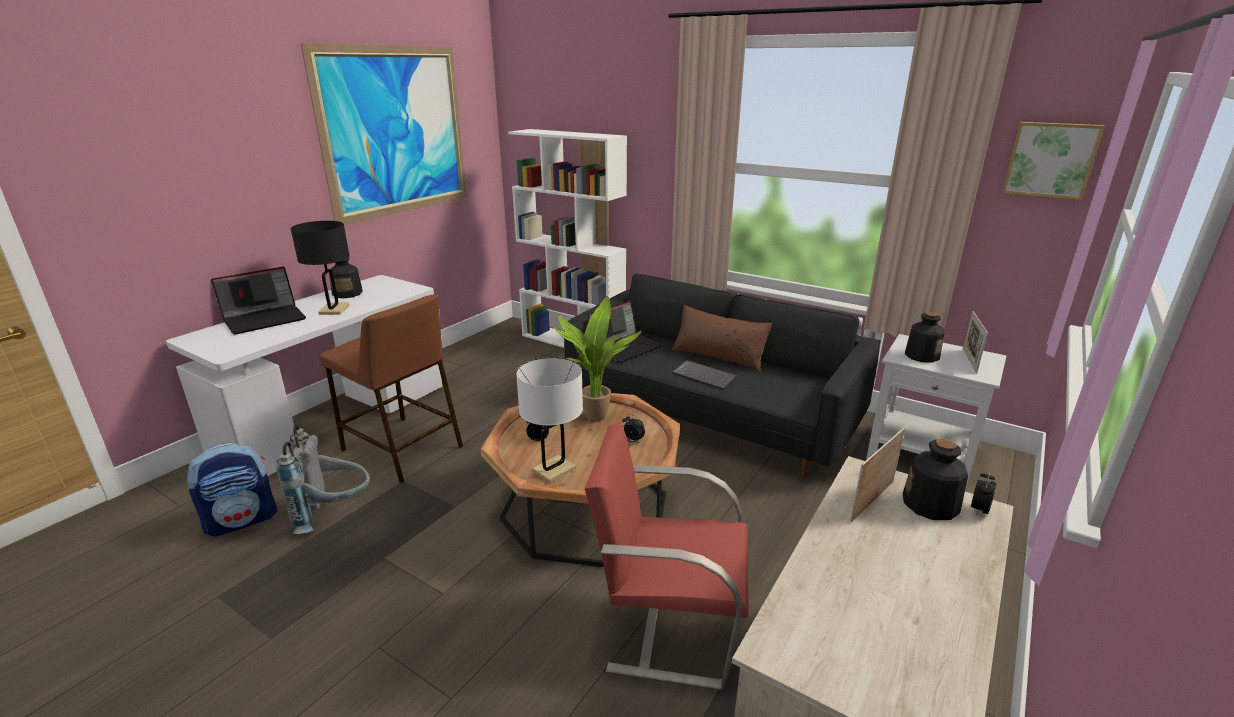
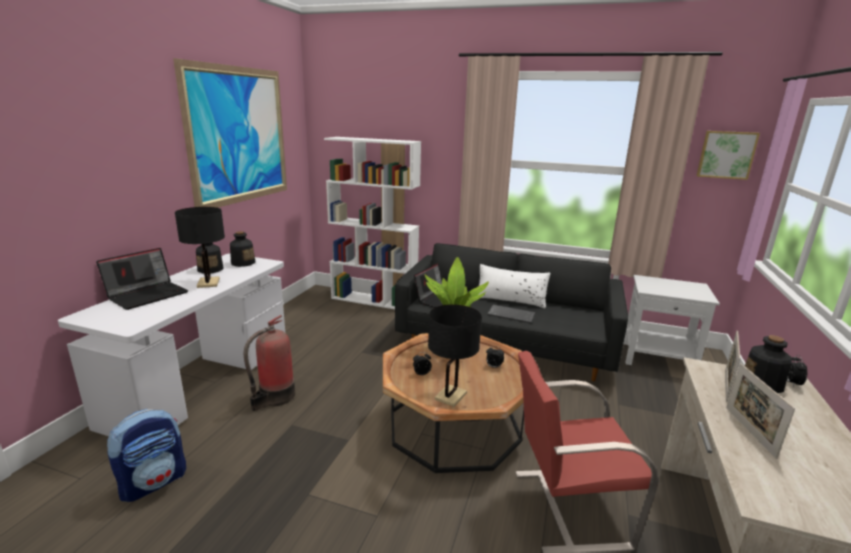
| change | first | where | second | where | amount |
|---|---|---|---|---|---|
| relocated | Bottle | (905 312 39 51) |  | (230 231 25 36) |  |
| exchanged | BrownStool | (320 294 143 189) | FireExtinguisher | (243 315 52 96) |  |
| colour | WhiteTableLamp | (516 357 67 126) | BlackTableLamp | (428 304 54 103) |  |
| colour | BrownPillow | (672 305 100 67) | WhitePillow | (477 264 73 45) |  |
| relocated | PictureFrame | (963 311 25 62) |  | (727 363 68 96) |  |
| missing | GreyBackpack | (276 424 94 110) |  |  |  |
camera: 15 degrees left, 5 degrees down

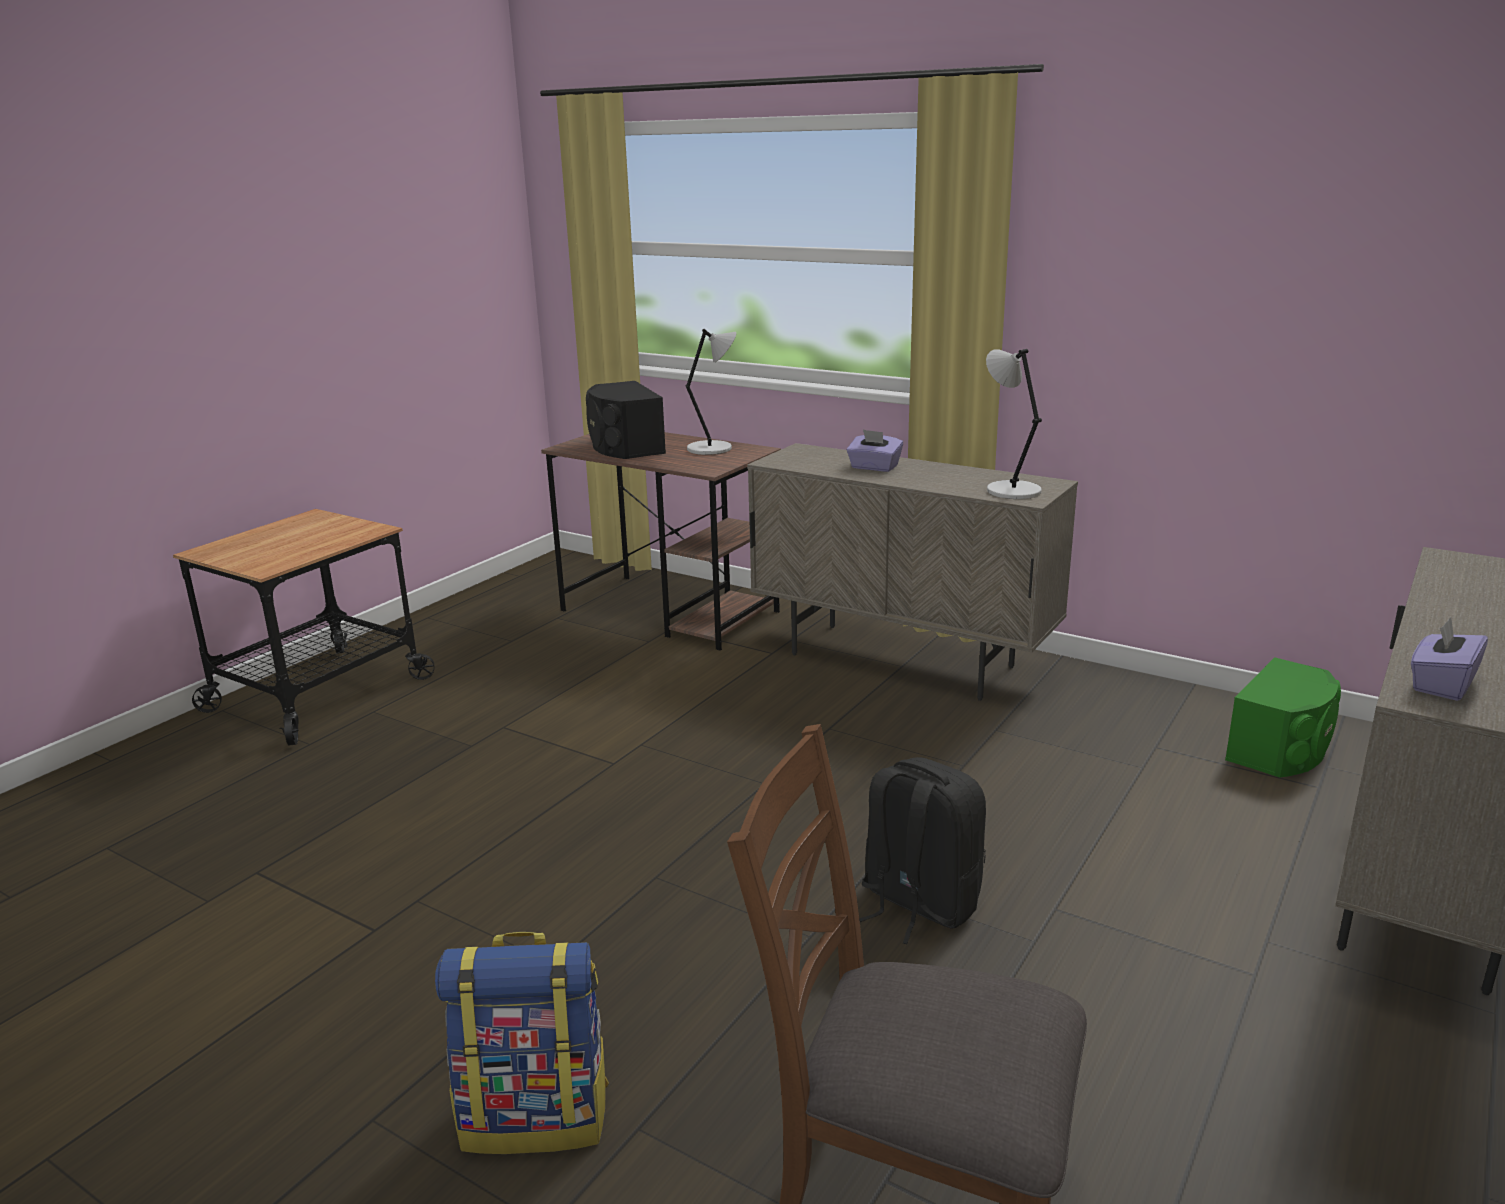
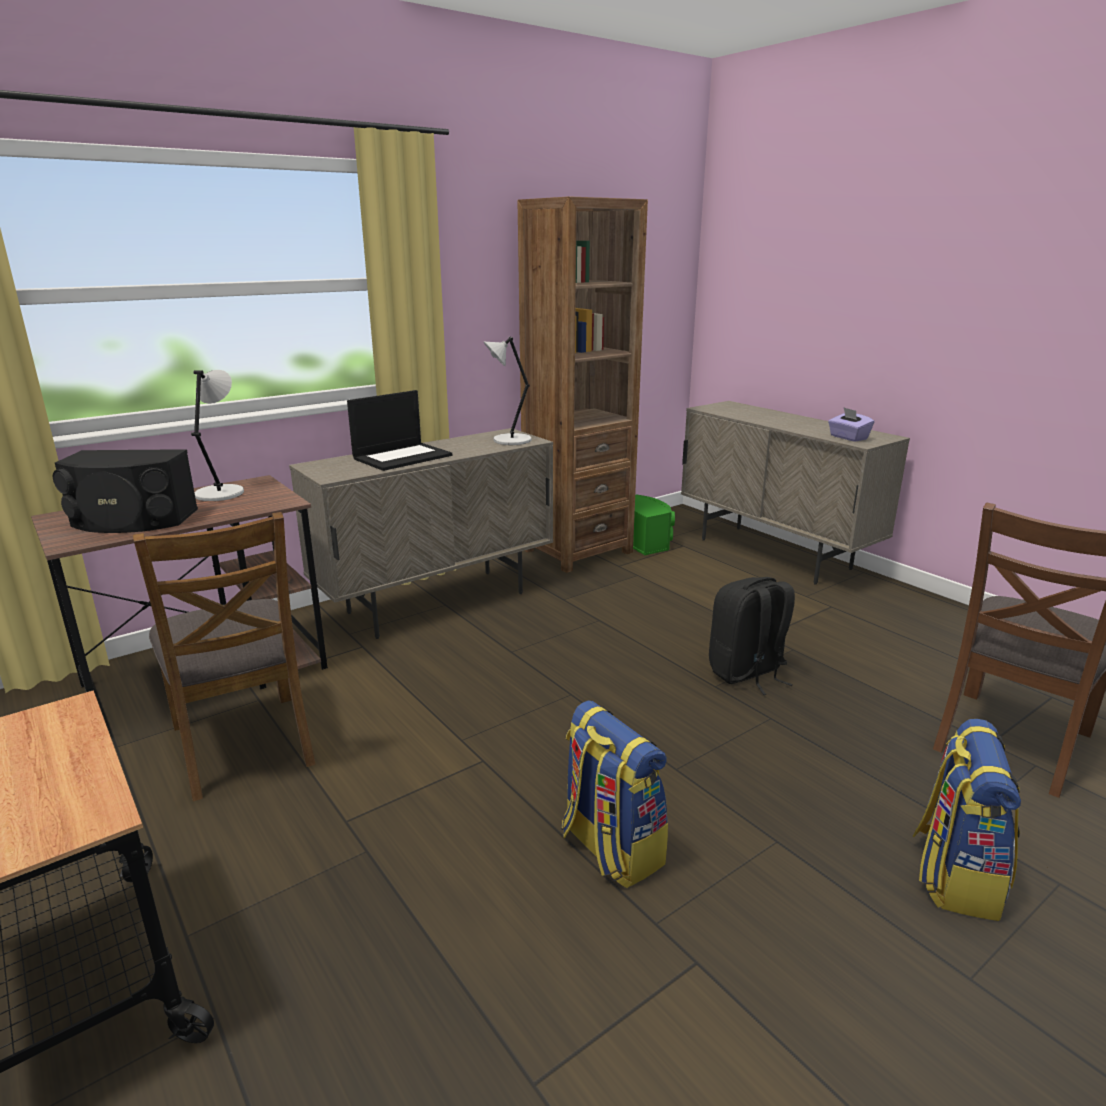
| change | first | where | second | where | amount |
|---|---|---|---|---|---|
| appeared |  |  | BrownChair | (133 512 182 289) |  |
| exchanged | PurpleTissueBox | (847 430 56 42) | Laptop | (347 390 105 81) |  |
| appeared |  |  | BrownBookcase | (517 196 131 377) |  |
| appeared |  |  | Backpack | (561 700 107 188) |  |
camera: 70 degrees left, 0 degrees up

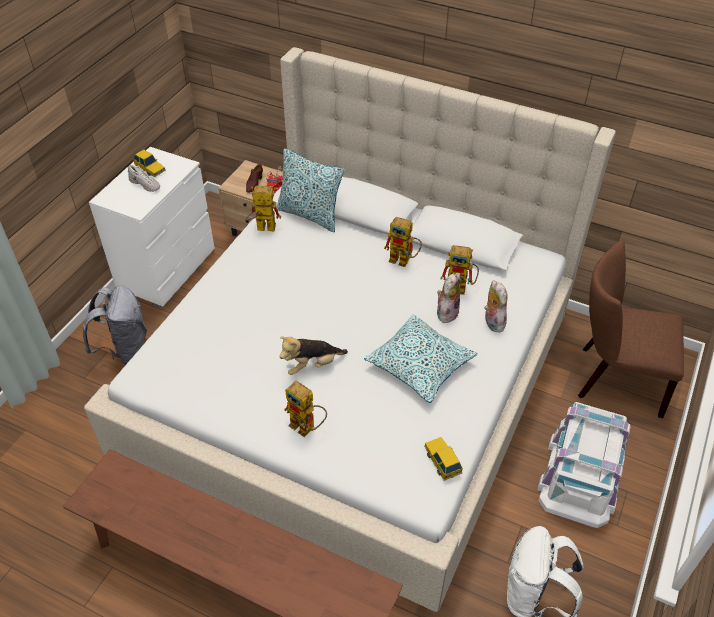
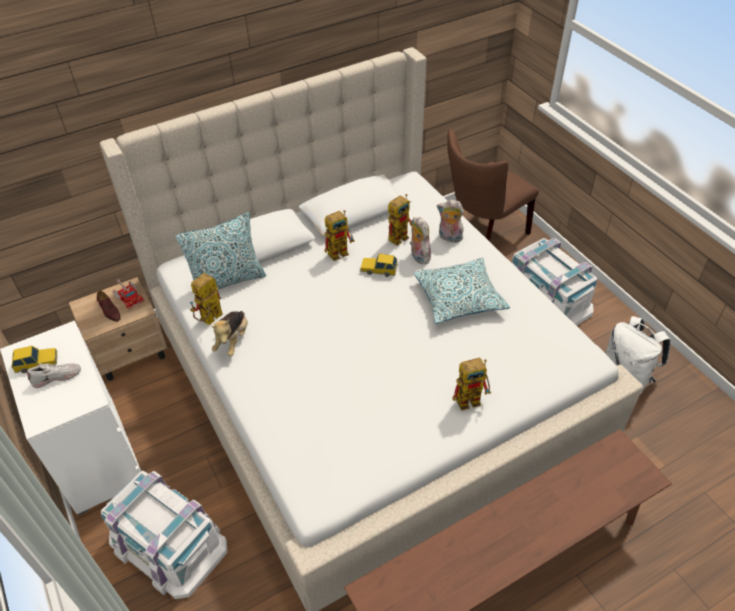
| change | first | where | second | where | amount |
|---|---|---|---|---|---|
| exchanged | GreyBackpack | (83 285 64 79) | WhiteStorageBox | (101 471 126 128) |  |
| relocated | PlushToy | (279 336 69 39) |  | (211 311 37 45) |  |
| relocated | ToyCar | (424 437 39 44) |  | (360 253 37 24) |  |
camera: 55 degrees left, 0 degrees up

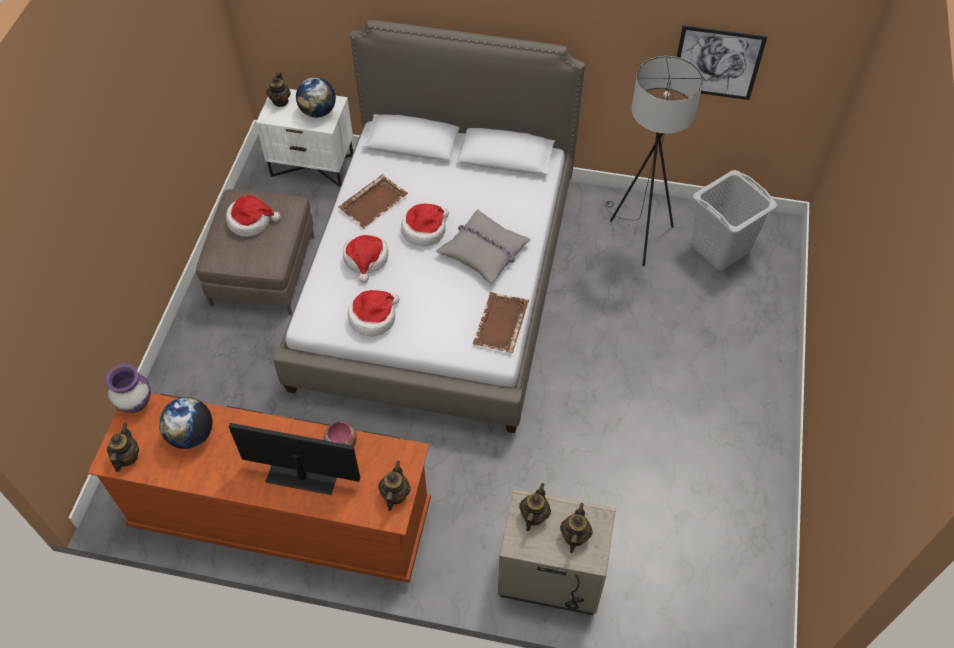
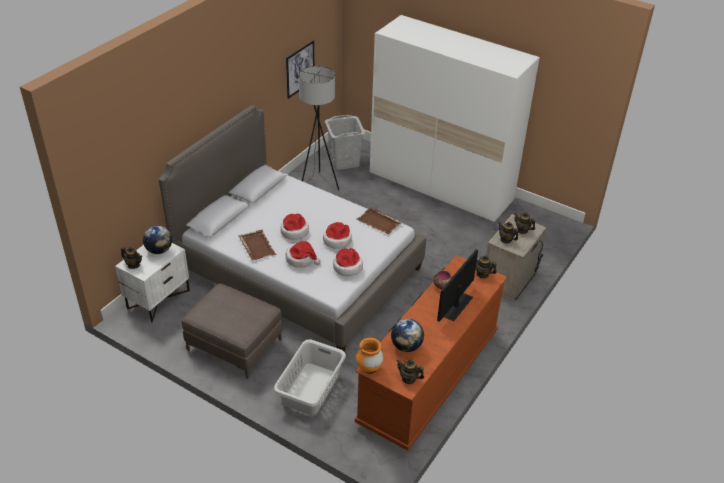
| change | first | where | second | where | amount |
|---|---|---|---|---|---|
| appeared |  |  | GreyLaundryBasket | (274 339 72 76) |  |
| relocated | Hat | (226 195 55 42) |  | (323 222 29 27) |  |
| colour | PurpleVase | (105 364 46 49) | OrangeVase | (356 338 27 36) |  |
| appeared |  |  | WhiteWardrobe | (370 15 170 207) |  |
| missing | GreyPillow | (436 209 95 76) |  |  |  |
camera: 70 degrees left, 15 degrees down

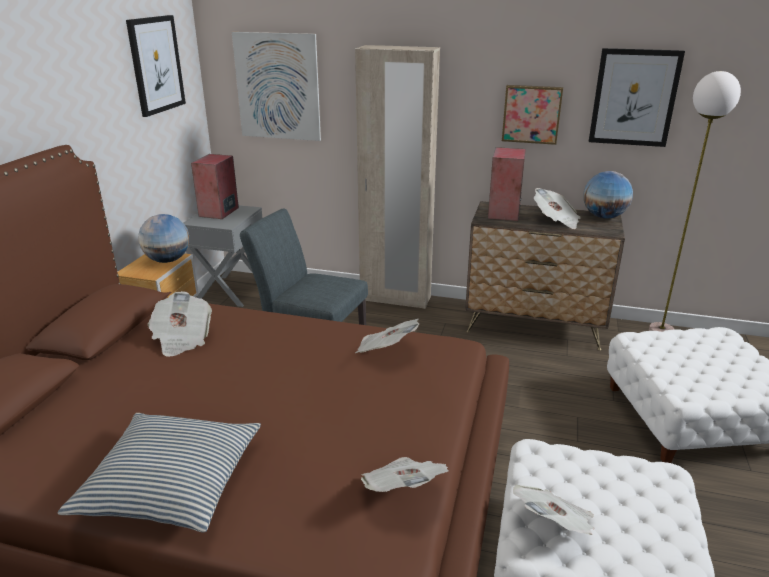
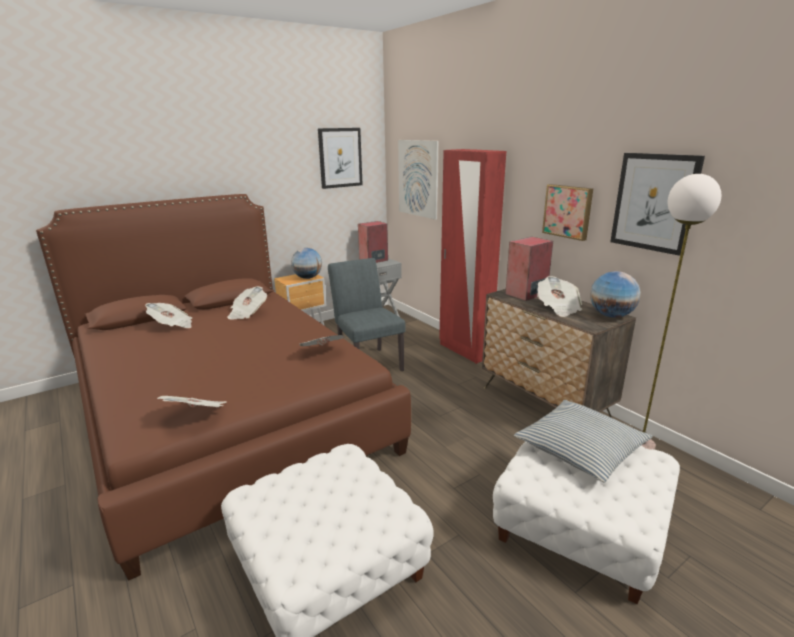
| change | first | where | second | where | amount |
|---|---|---|---|---|---|
| relocated | Newspaper | (513 485 82 50) |  | (145 303 47 25) |  |
| colour | BeigeWardrobe | (355 45 85 264) | RedWardrobe | (439 149 67 215) |  |
| relocated | Pillow | (58 413 203 119) |  | (514 400 139 83) |  |
camera: 40 degrees right, 5 degrees down

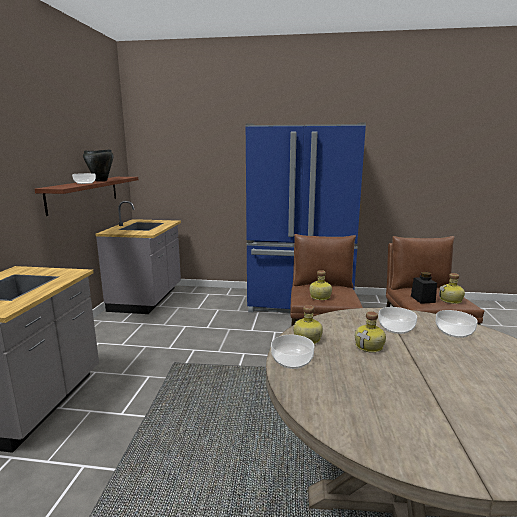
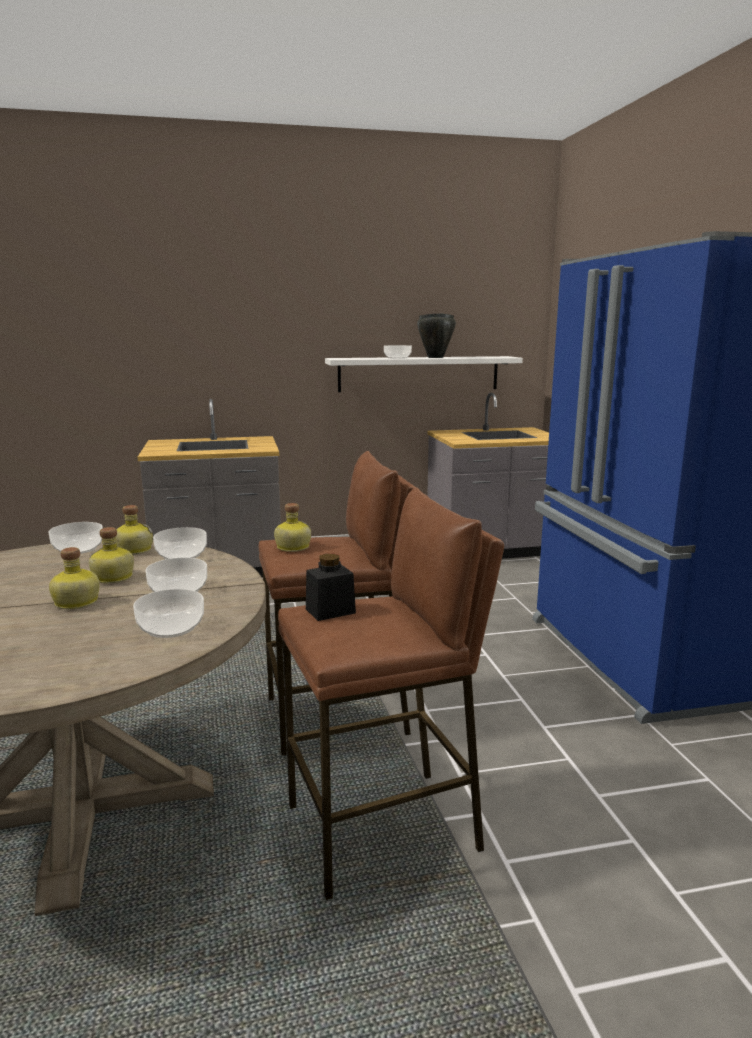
| change | first | where | second | where | amount |
|---|---|---|---|---|---|
| relocated | Bottle | (439 273 26 31) |  | (49 547 51 62) |  |
| appeared |  |  | Bowl | (153 527 54 32) |  |
| colour | BrownShelf | (35 177 103 39) | WhiteShelf | (325 356 198 36) |  |
camera: 70 degrees right, 0 degrees up

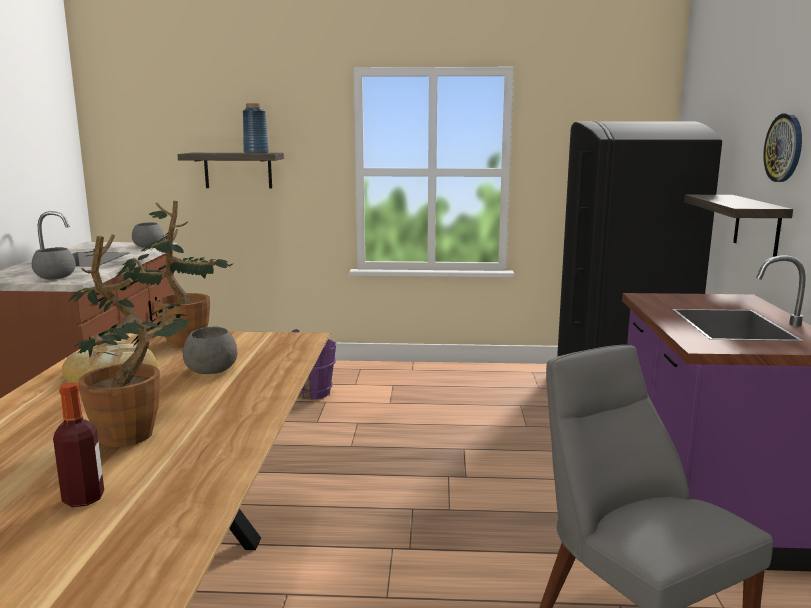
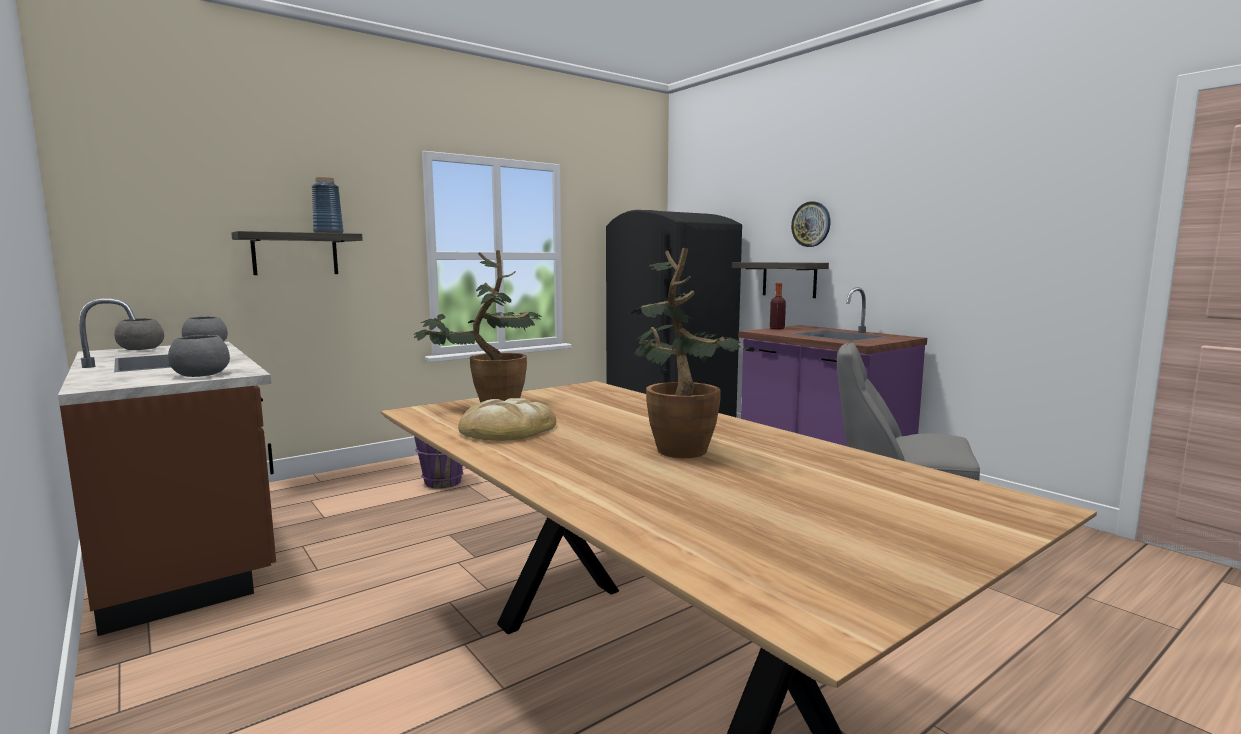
| change | first | where | second | where | amount |
|---|---|---|---|---|---|
| relocated | GreyBowl | (183 326 54 48) |  | (115 318 49 32) |  |
| relocated | Bottle | (53 382 51 125) |  | (770 283 16 47) |  |
camera: 40 degrees left, 5 degrees down

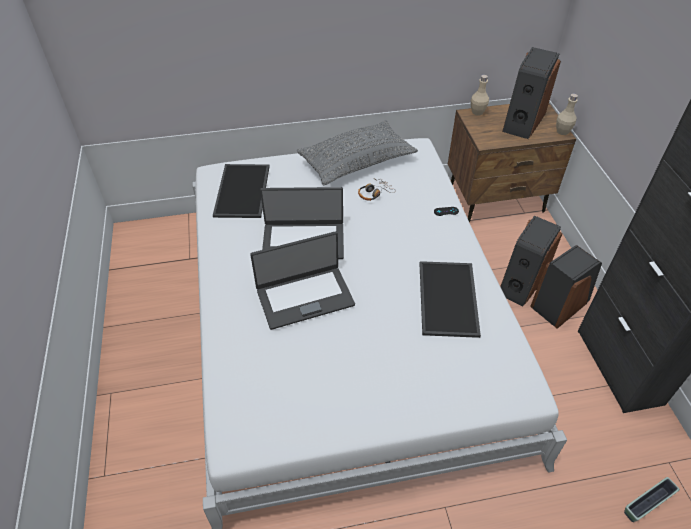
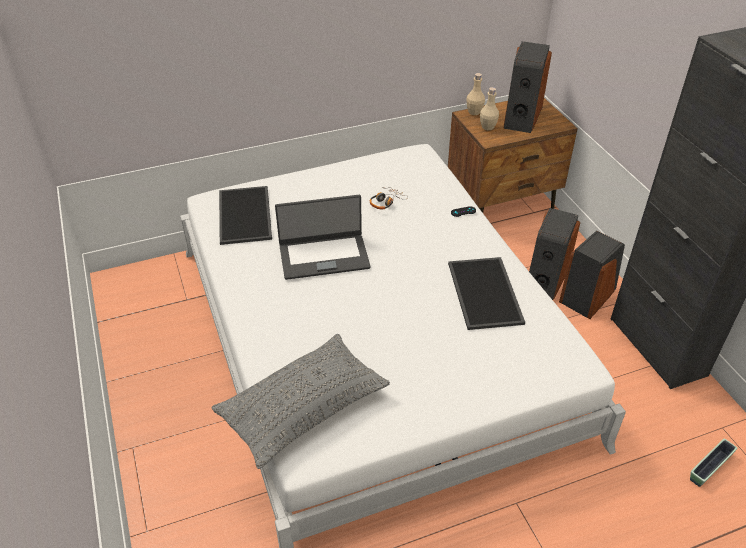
| change | first | where | second | where | amount |
|---|---|---|---|---|---|
| relocated | GreyPillow | (297 120 121 65) |  | (212 334 178 135) |  |
| relocated | BeigeBottle | (556 94 22 41) |  | (480 87 19 43) |  |
| missing | Laptop | (250 231 105 99) |  |  |  |
camera: 10 degrees left, 5 degrees down

